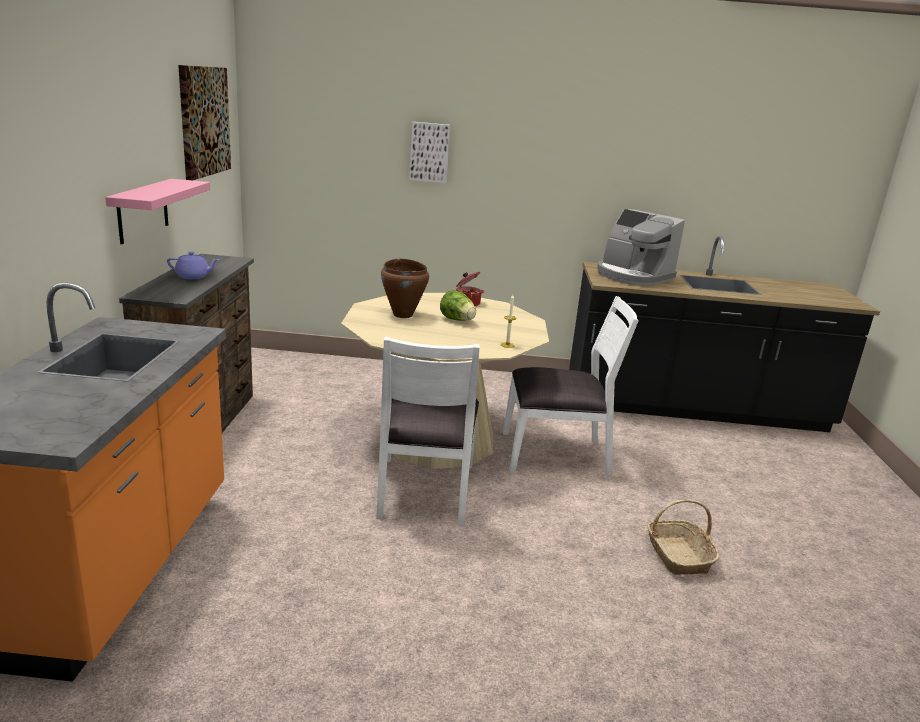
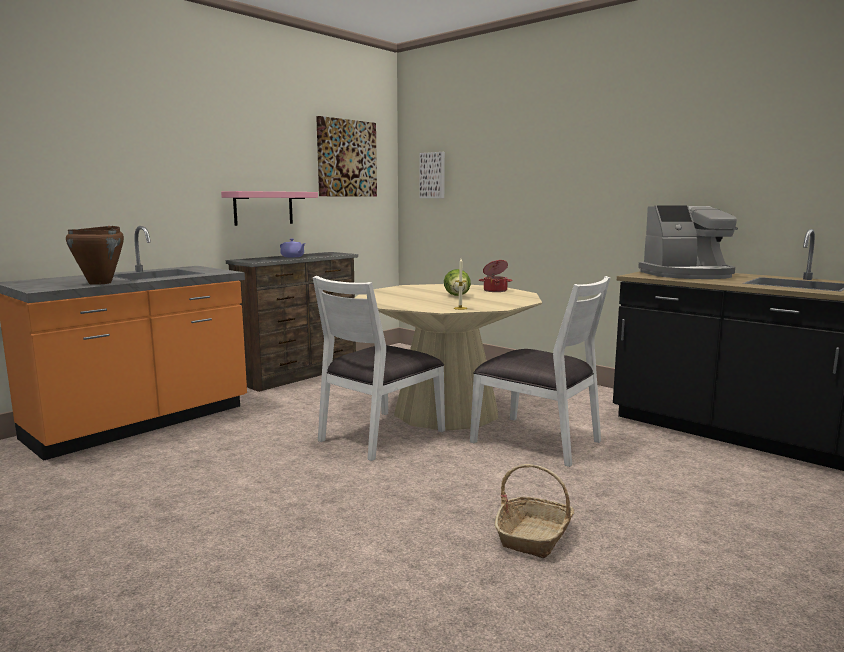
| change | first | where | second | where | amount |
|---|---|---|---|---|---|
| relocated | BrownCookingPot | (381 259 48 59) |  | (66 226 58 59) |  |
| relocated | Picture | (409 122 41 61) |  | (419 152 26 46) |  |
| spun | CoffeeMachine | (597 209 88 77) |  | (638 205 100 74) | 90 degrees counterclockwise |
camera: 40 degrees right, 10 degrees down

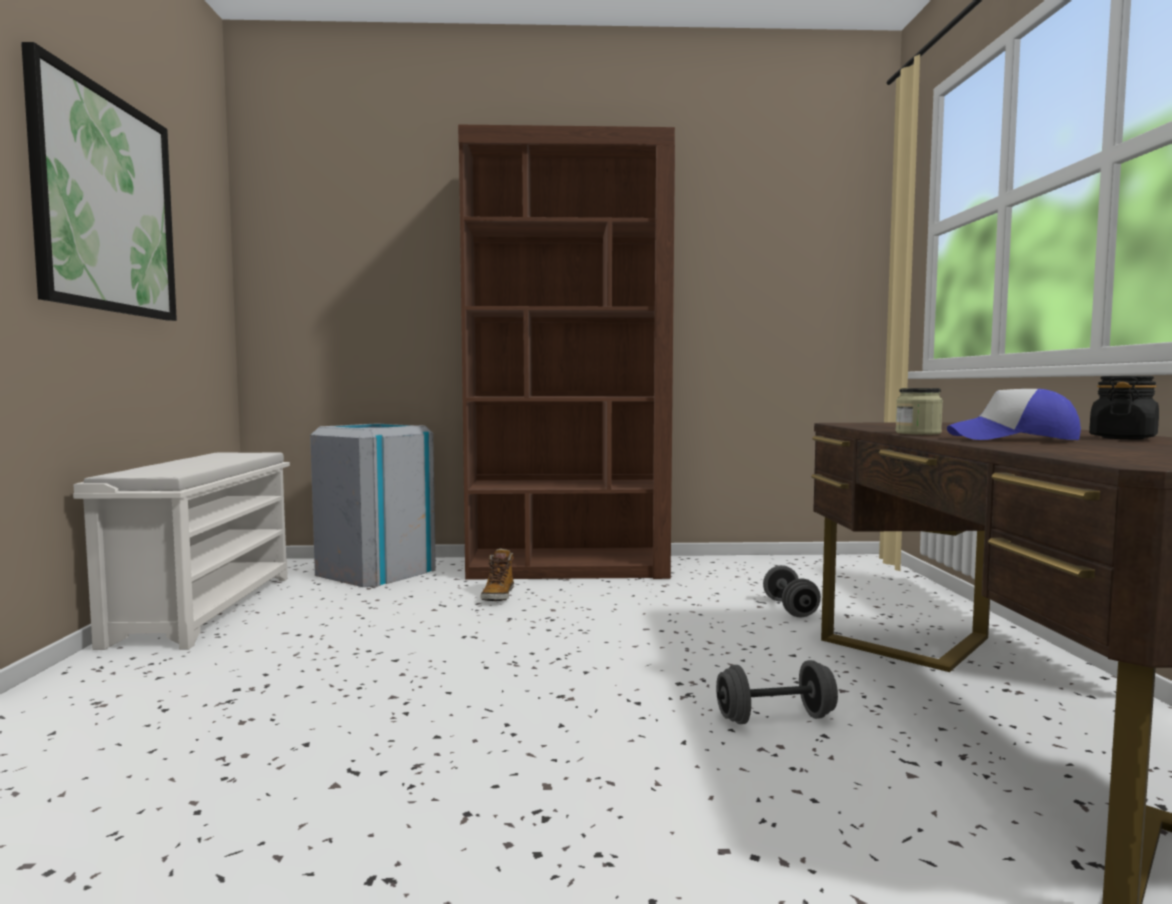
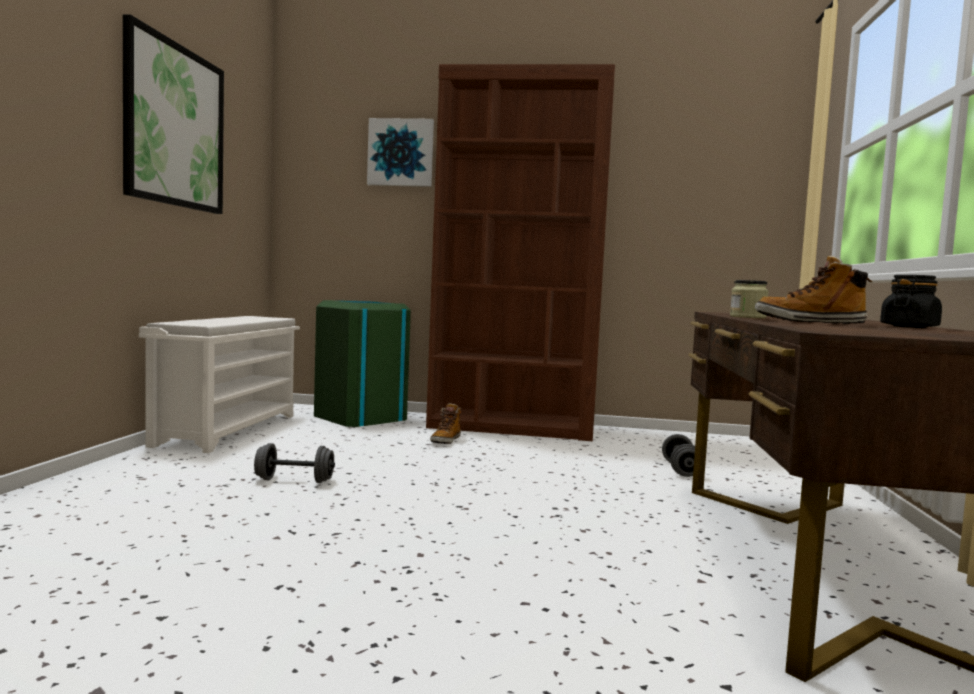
| change | first | where | second | where | amount |
|---|---|---|---|---|---|
| relocated | GreyDumbbell | (716 660 122 64) |  | (254 443 81 40) |  |
| colour | GreyTrashCan | (310 424 126 163) | GreenTrashCan | (314 300 97 127) |  |
| appeared |  |  | Picture | (367 118 67 69) |  |
| exchanged | Cap | (947 389 134 51) | Boot | (755 255 117 69) |  |
camera: 10 degrees right, 0 degrees up

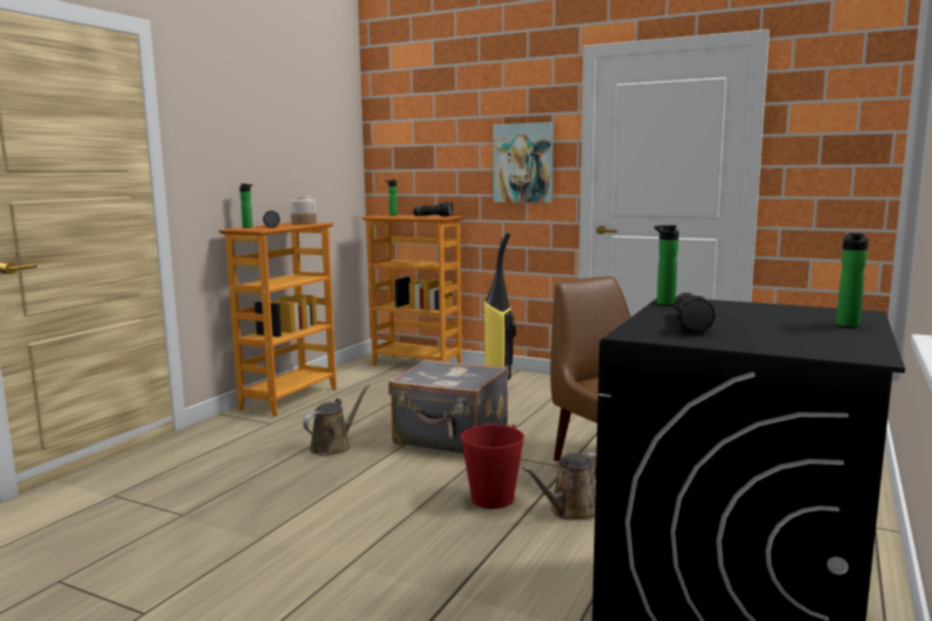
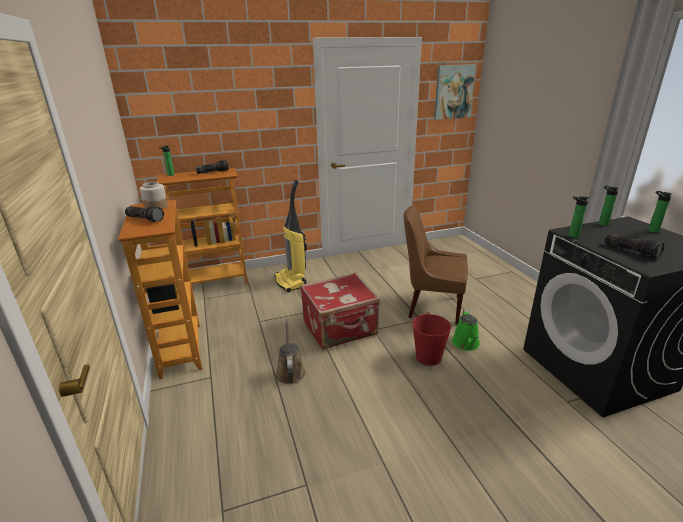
| change | first | where | second | where | amount |
|---|---|---|---|---|---|
| colour | GreySuitcase | (388 359 121 95) | RedSuitcase | (300 273 80 77) |  |
| relocated | Picture | (493 122 60 81) |  | (434 64 42 56) |  |
| colour | BrownWateringCan | (522 452 74 69) | GreenWateringCan | (452 310 28 41) |  |
| relocated | Bottle | (239 184 14 44) |  | (599 186 20 40) |  |
camera: 45 degrees left, 15 degrees up

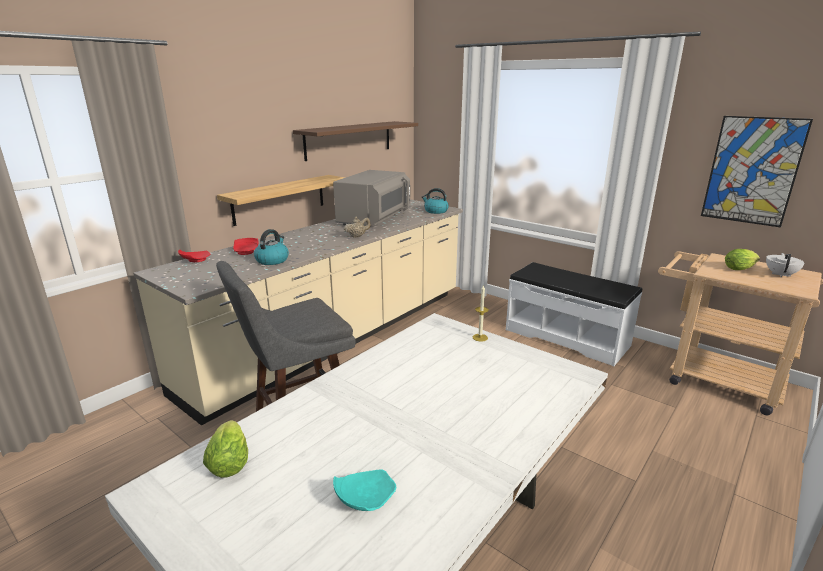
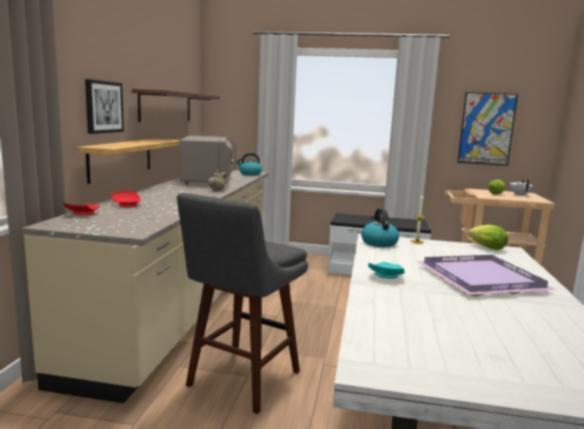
| change | first | where | second | where | amount |
|---|---|---|---|---|---|
| appeared |  |  | Picture | (85 79 39 55) |  |
| relocated | Kettle | (254 229 35 36) |  | (361 208 38 39) |  |
| relocated | TurquoisePlate | (333 469 63 42) |  | (368 262 37 17) |  |
| appeared |  |  | PurpleTray | (417 255 140 41) |  |
| relocated | Lettuce | (203 420 45 58) |  | (468 225 40 25) |  |
camera: 30 degrees left, 10 degrees down

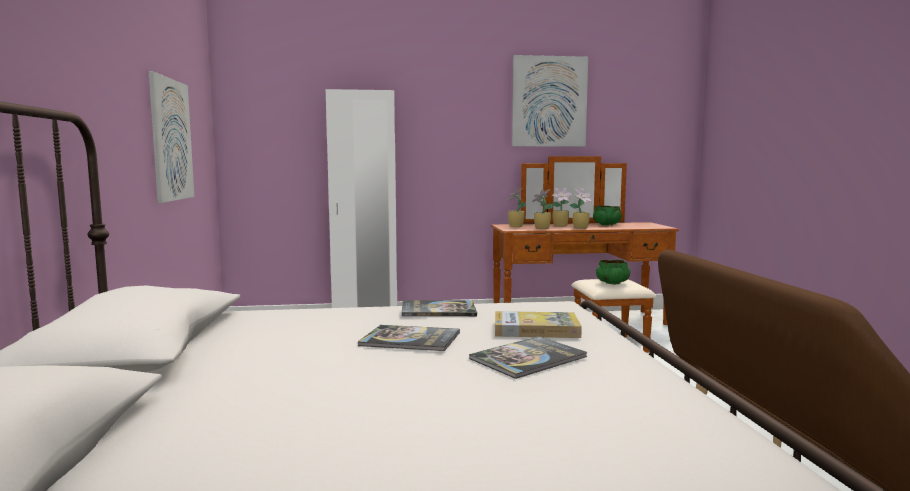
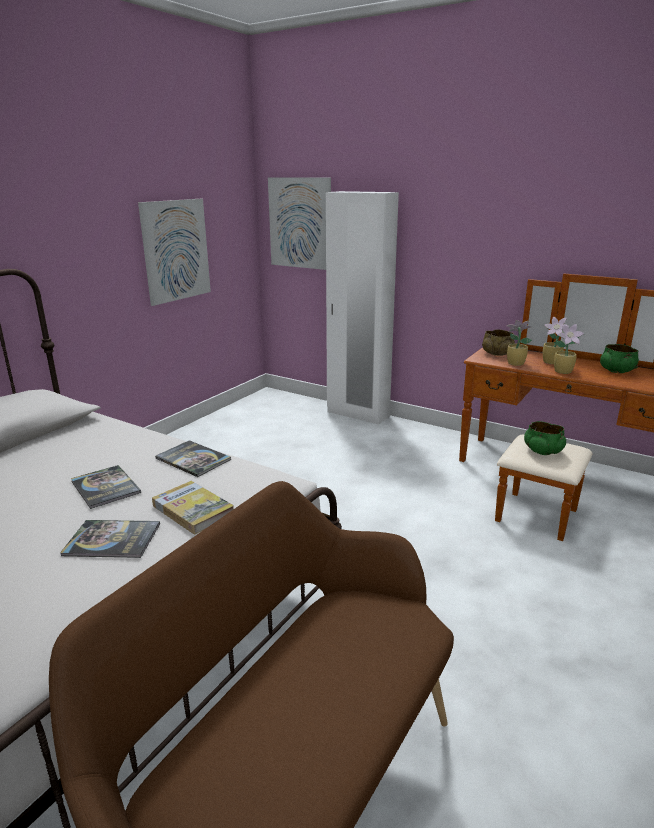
| change | first | where | second | where | amount |
|---|---|---|---|---|---|
| relocated | Picture | (512 55 76 92) |  | (268 177 63 93) |  |
| exchanged | PottedPlant | (506 188 20 39) | BeigeBowl | (482 330 33 26) |  |
camera: 40 degrees right, 15 degrees up

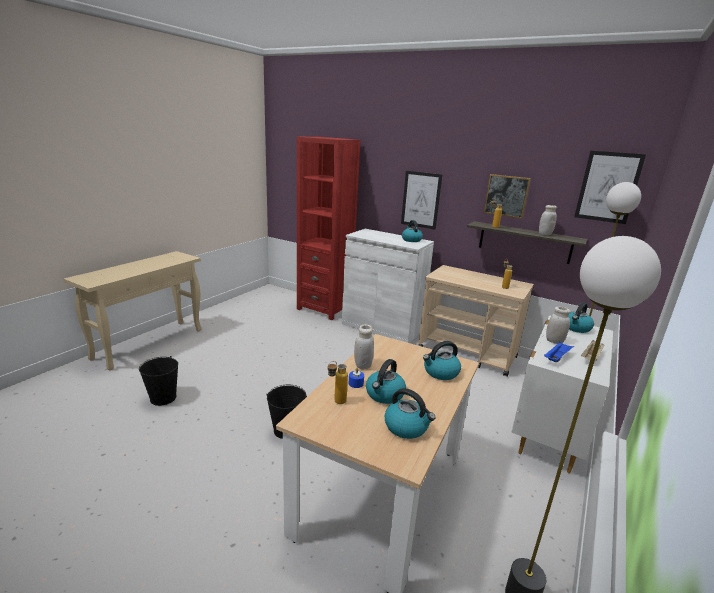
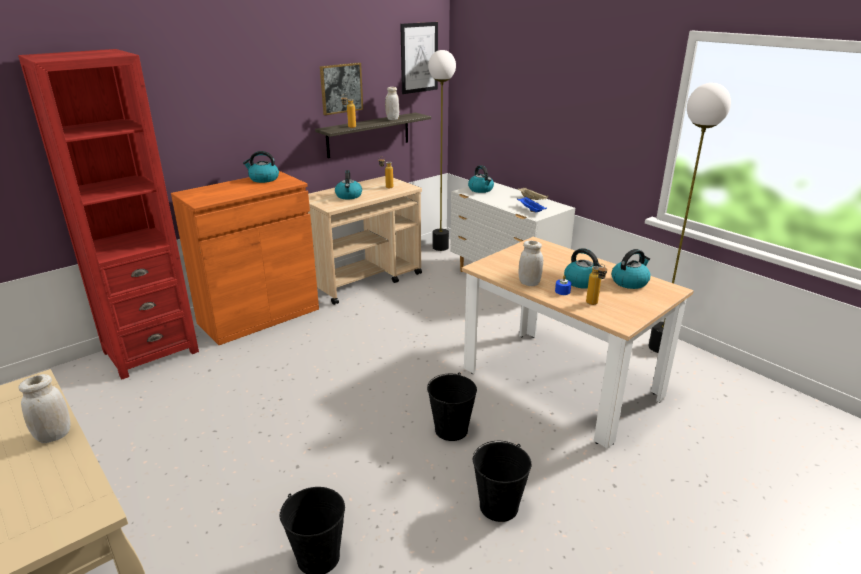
| change | first | where | second | where | amount |
|---|---|---|---|---|---|
| relocated | WhiteJar | (546 307 25 37) |  | (19 374 51 69) |  |
| colour | WhiteCabinet | (342 229 92 114) | OrangeCabinet | (171 171 148 174) |  |
| relocated | Kettle | (423 341 38 39) |  | (335 170 27 29) |  |
| appeared |  |  | BlackBucket | (473 441 58 81) |  |
| missing | Picture | (401 171 41 59) |  |  |  |
camera: 70 degrees left, 5 degrees up

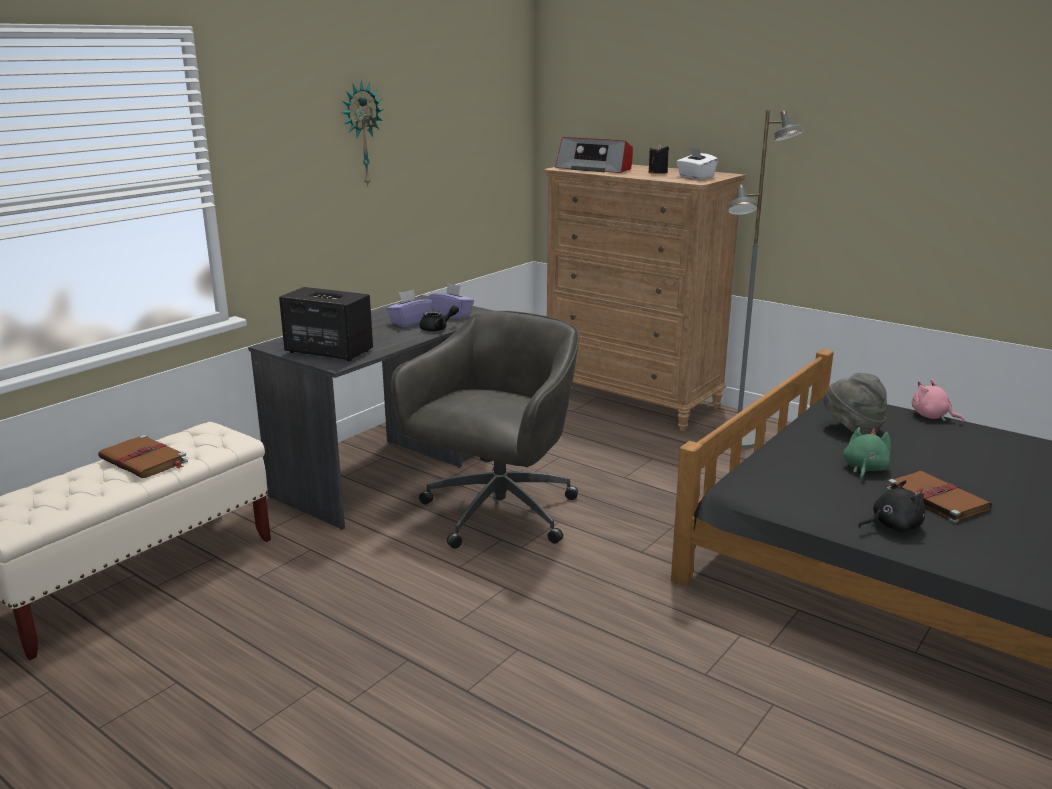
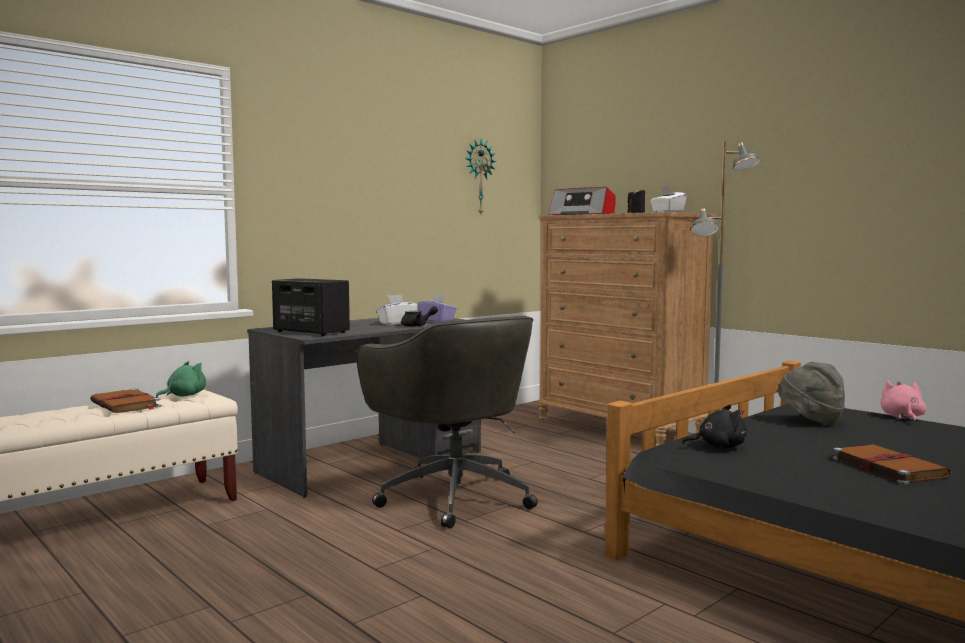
| change | first | where | second | where | amount |
|---|---|---|---|---|---|
| relocated | GreenPlushToy | (843 427 48 53) |  | (156 361 50 37) |  |
| spun | GreyOfficeChair | (391 311 188 238) |  | (356 316 182 213) | 105 degrees clockwise |
| colour | PurpleTissueBox | (387 289 46 38) | WhiteTissueBox | (376 295 41 30) |  |
| relocated | WallClock | (342 81 42 105) |  | (465 139 31 75) |  |
| relocated | BlackPlushToy | (858 480 67 52) |  | (682 404 65 45) |  |
| spun | PinkPlushToy | (911 379 54 43) |  | (881 381 46 41) | 45 degrees clockwise |
camera: 10 degrees right, 15 degrees down

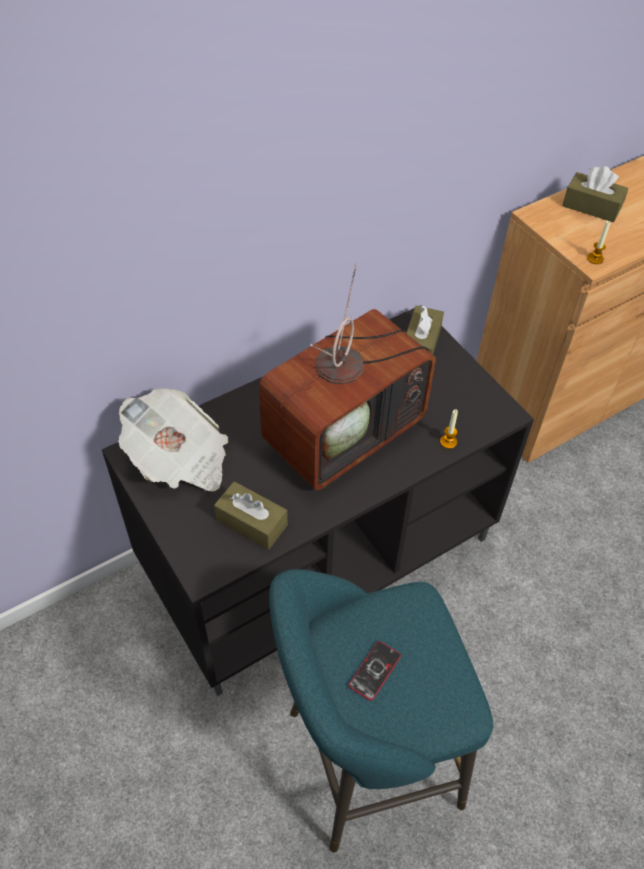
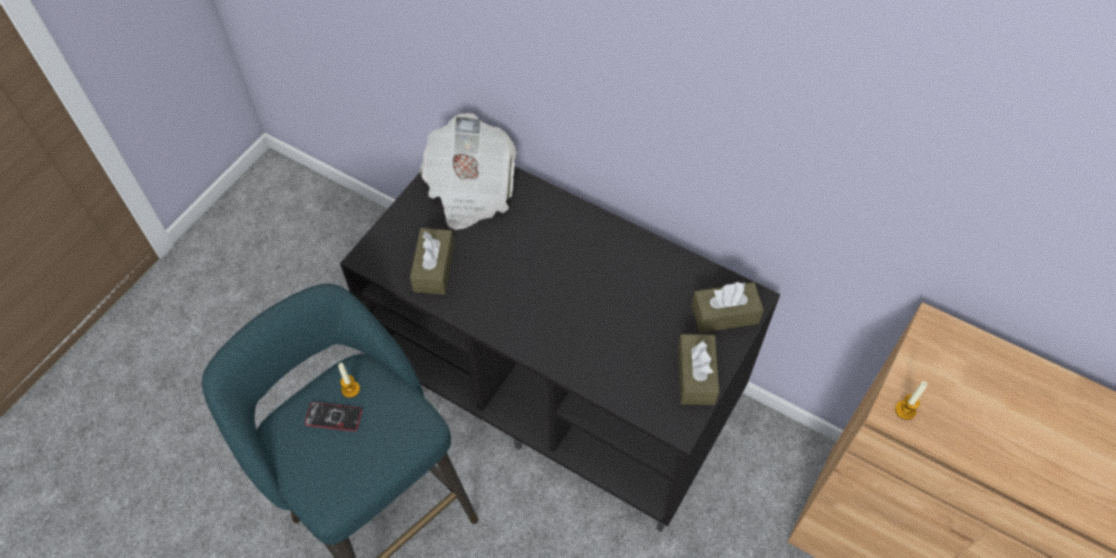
| change | first | where | second | where | amount |
|---|---|---|---|---|---|
| relocated | Candle | (440 409 18 40) |  | (338 363 22 35) |  |
| relocated | BrownTissueBox | (562 166 66 56) |  | (678 334 41 71) |  |
| missing | Television | (259 263 177 227) |  |  |  |
camera: 65 degrees right, 5 degrees up

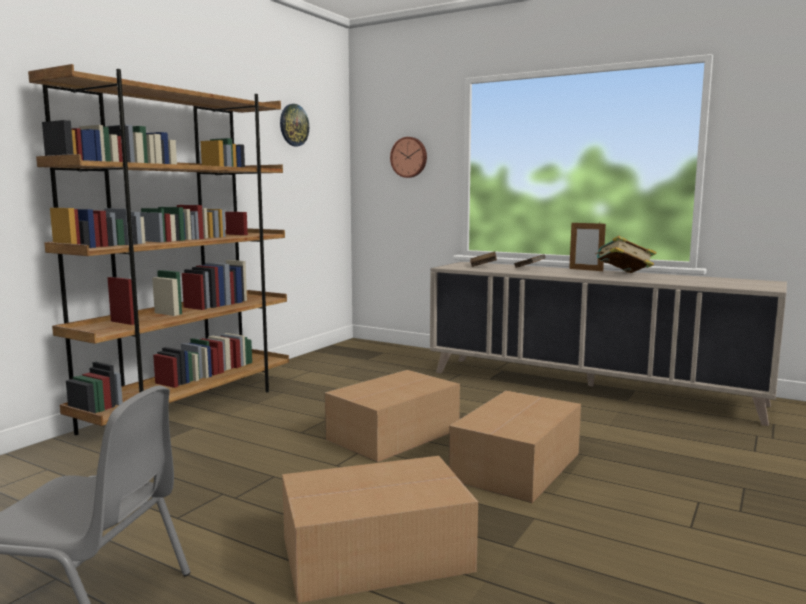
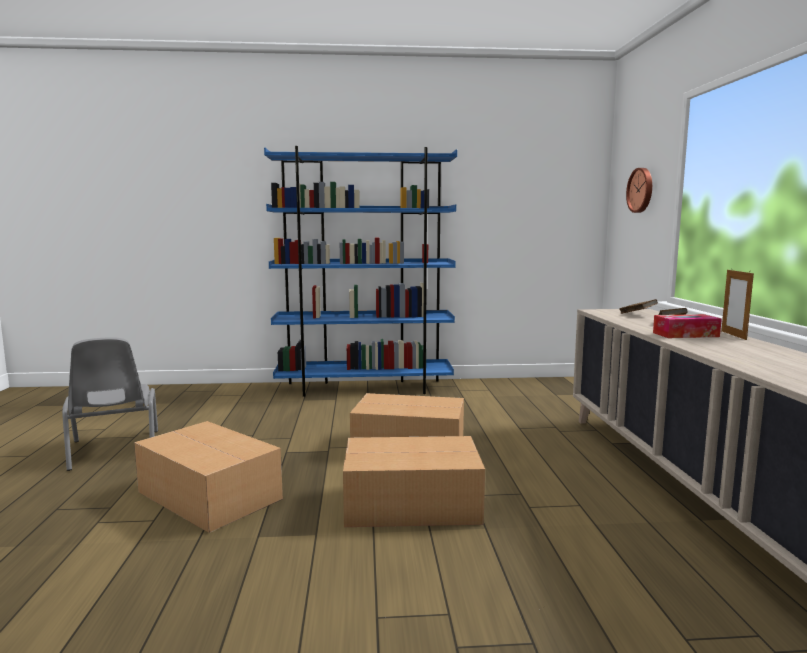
| change | first | where | second | where | amount |
|---|---|---|---|---|---|
| colour | BrownBookcase | (28 64 261 371) | BlueBookcase | (264 146 193 251) |  |
| appeared |  |  | TissueBox | (653 314 69 24) |  |
| missing | WallClock | (280 104 29 42) |  |  |  |
| missing | Book | (596 236 60 37) |  |  |  |
camera: 55 degrees right, 0 degrees up

